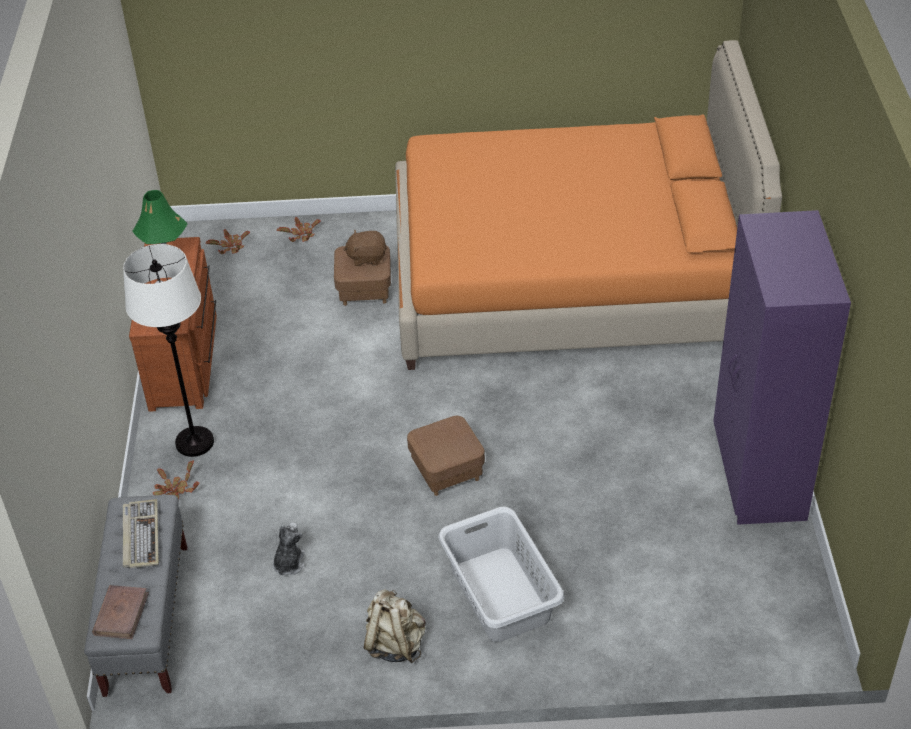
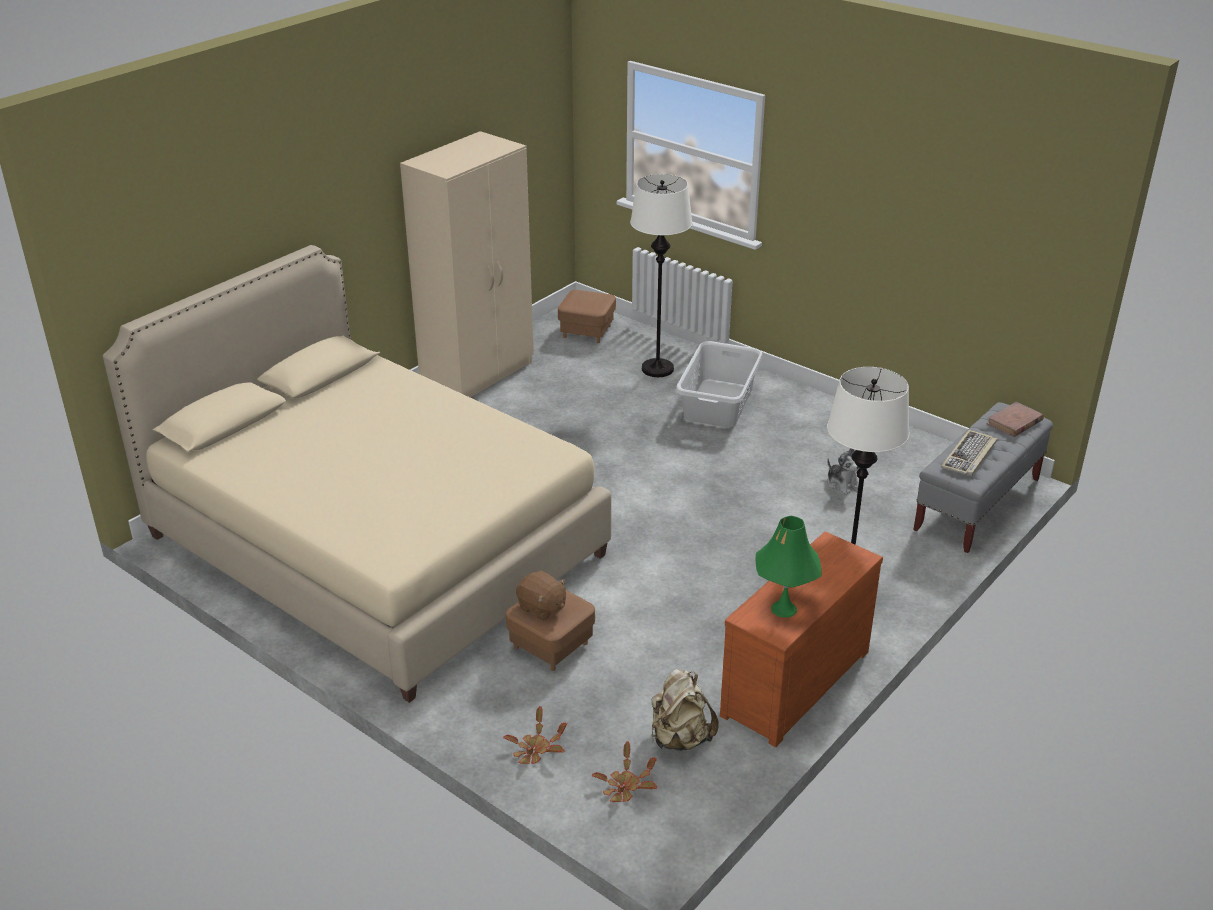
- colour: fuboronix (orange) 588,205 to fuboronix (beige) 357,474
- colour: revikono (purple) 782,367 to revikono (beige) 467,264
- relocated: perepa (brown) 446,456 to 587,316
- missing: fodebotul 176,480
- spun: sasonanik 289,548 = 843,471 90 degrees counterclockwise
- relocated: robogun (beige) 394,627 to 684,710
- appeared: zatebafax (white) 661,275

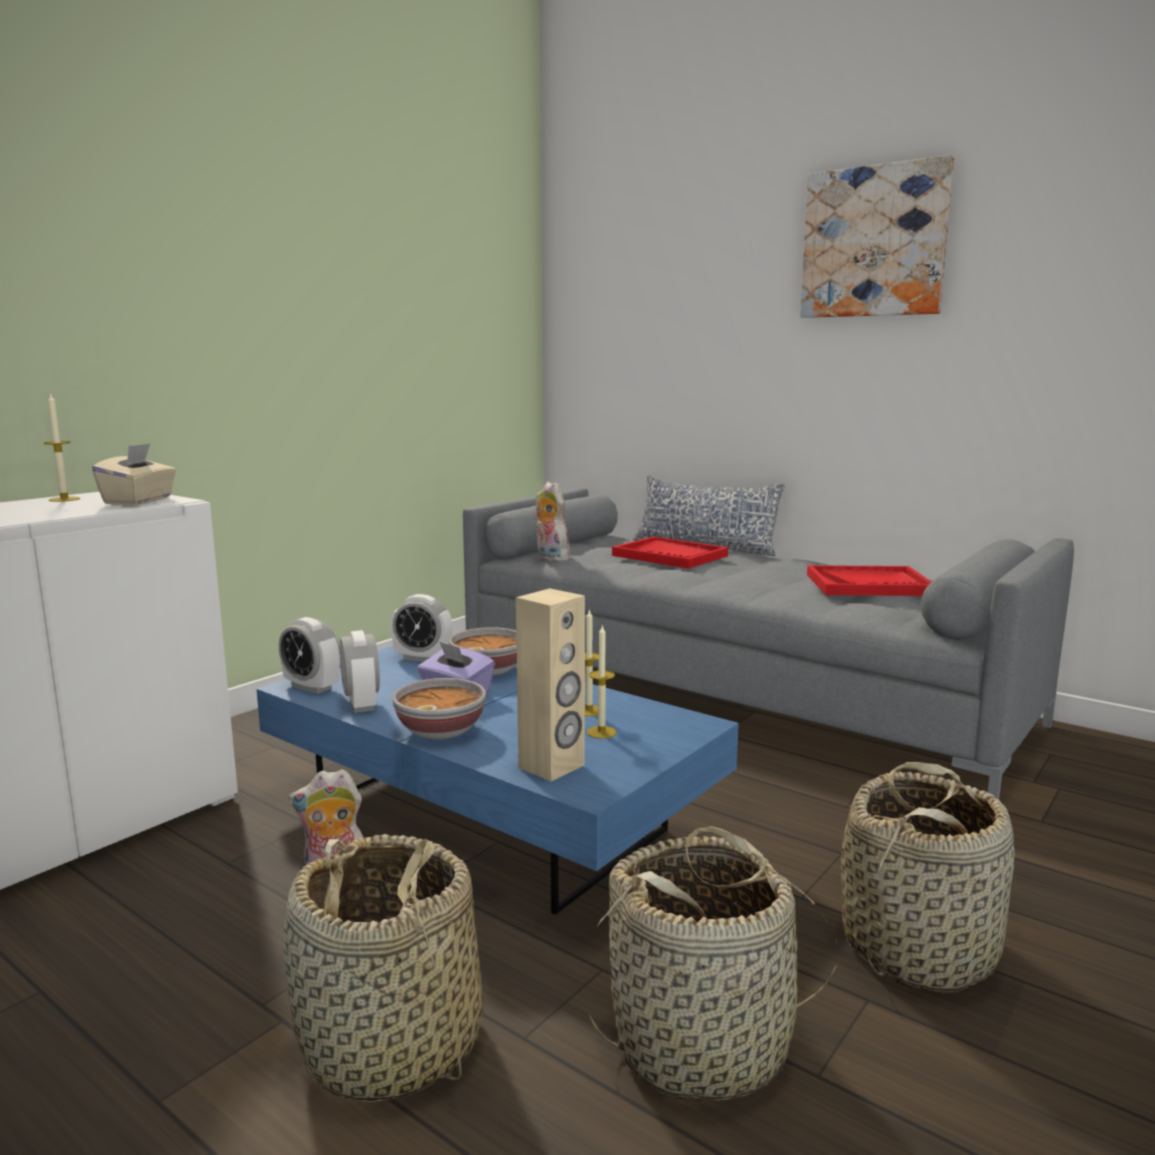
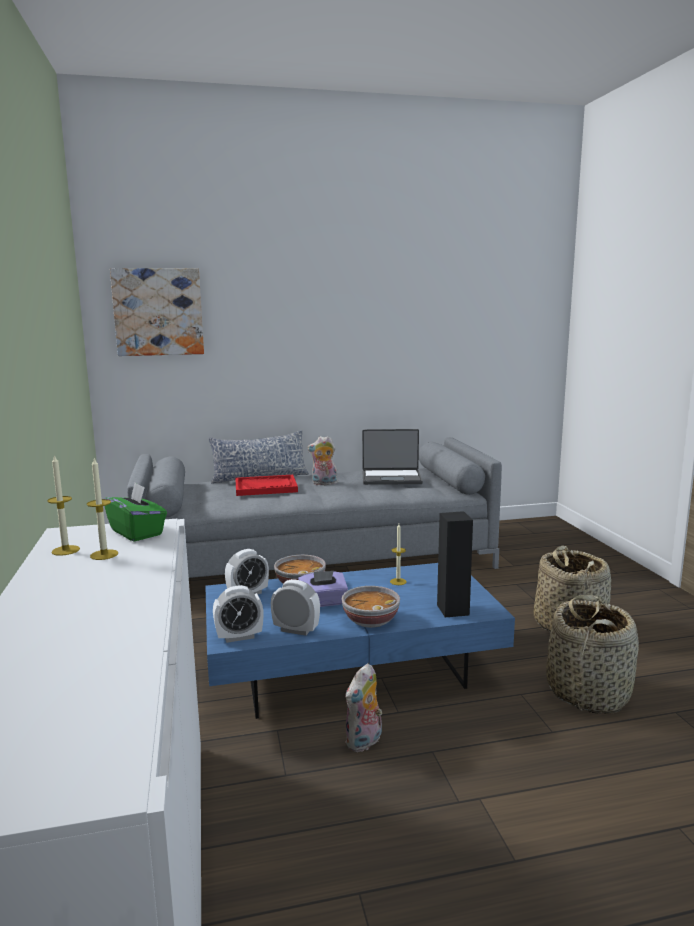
- relocated: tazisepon 877,236 to 157,312
- colour: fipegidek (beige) 134,474 to fipegidek (green) 135,512
- relocated: sasonanik 552,522 to 322,460
- exchanged: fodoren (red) 869,580 to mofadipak 392,457
- colour: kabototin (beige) 550,684 to kabototin (black) 455,564
- relocated: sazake 602,682 to 102,509
- missing: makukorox 383,968

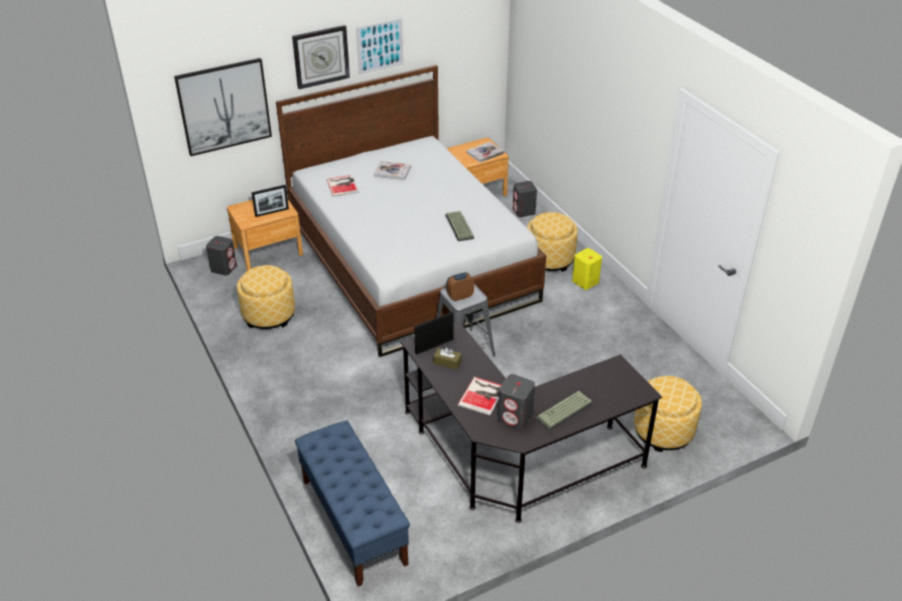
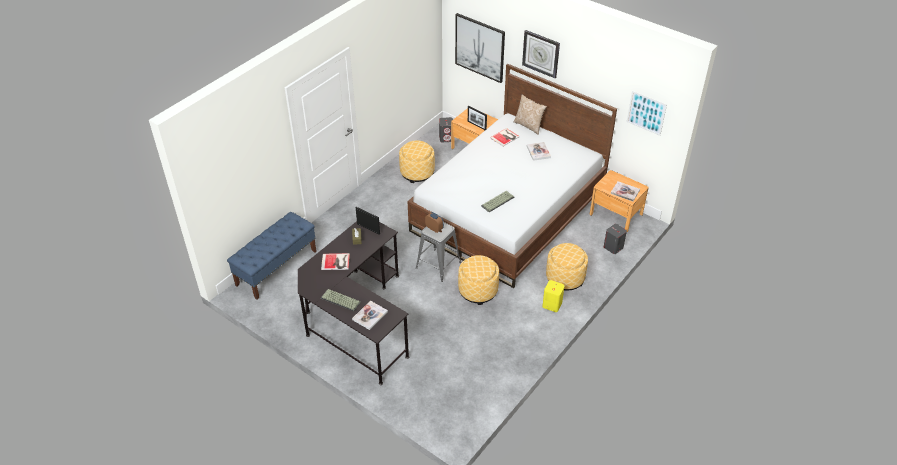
- relocated: tazisepon 380,46 to 647,113
- missing: kabototin (grey) 516,402
- relocated: perepa 668,414 to 478,280
- appeared: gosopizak 530,114
- appeared: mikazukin 370,315

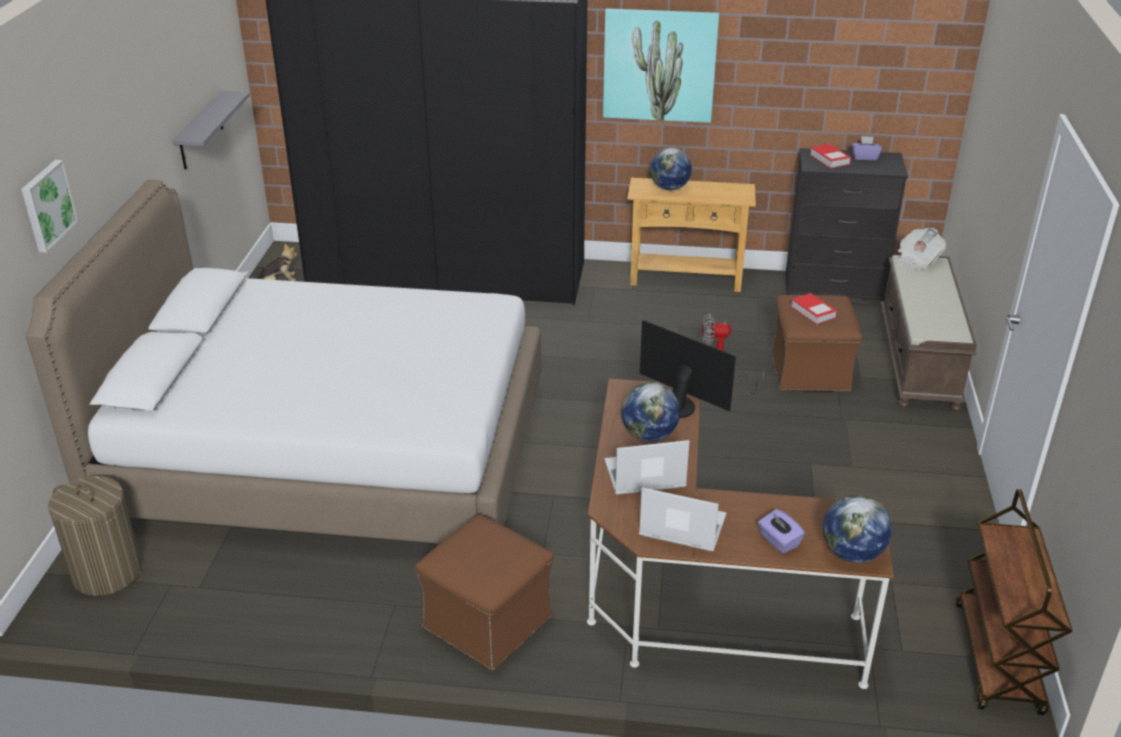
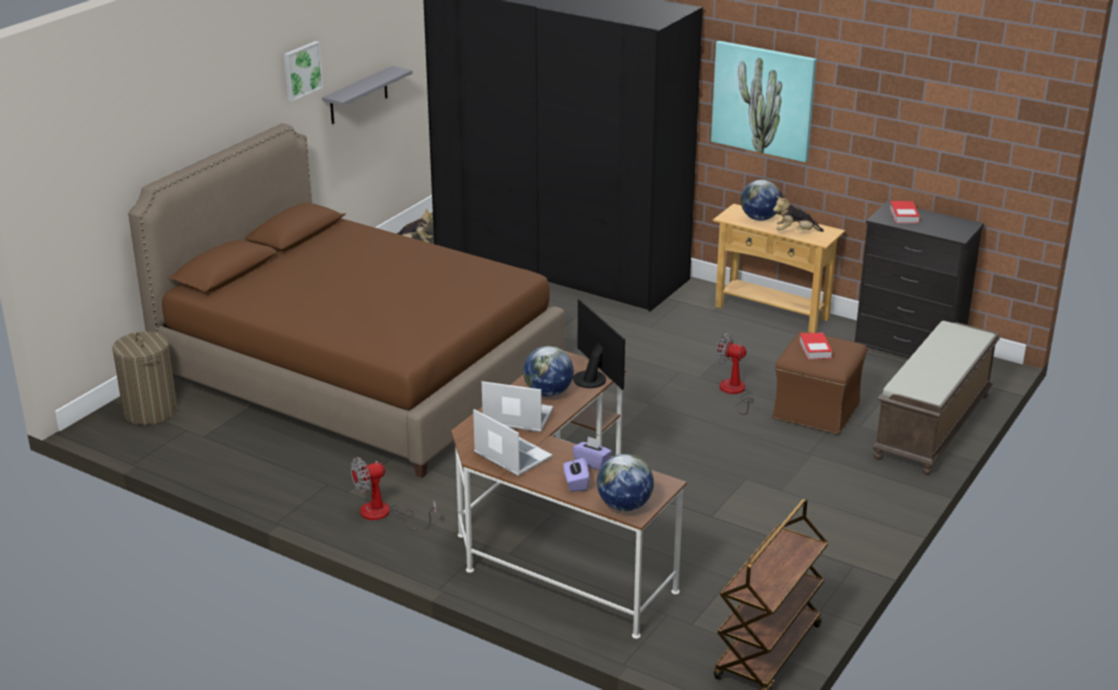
- relocated: fipegidek (purple) 867,148 to 592,453
- relocated: tazisepon 49,206 to 303,71
- colour: fuboronix (white) 283,362 to fuboronix (brown) 346,300
- missing: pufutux 922,248
- exchanged: perepa (brown) 484,592 to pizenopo 394,493
- appeared: sasonanik 798,213

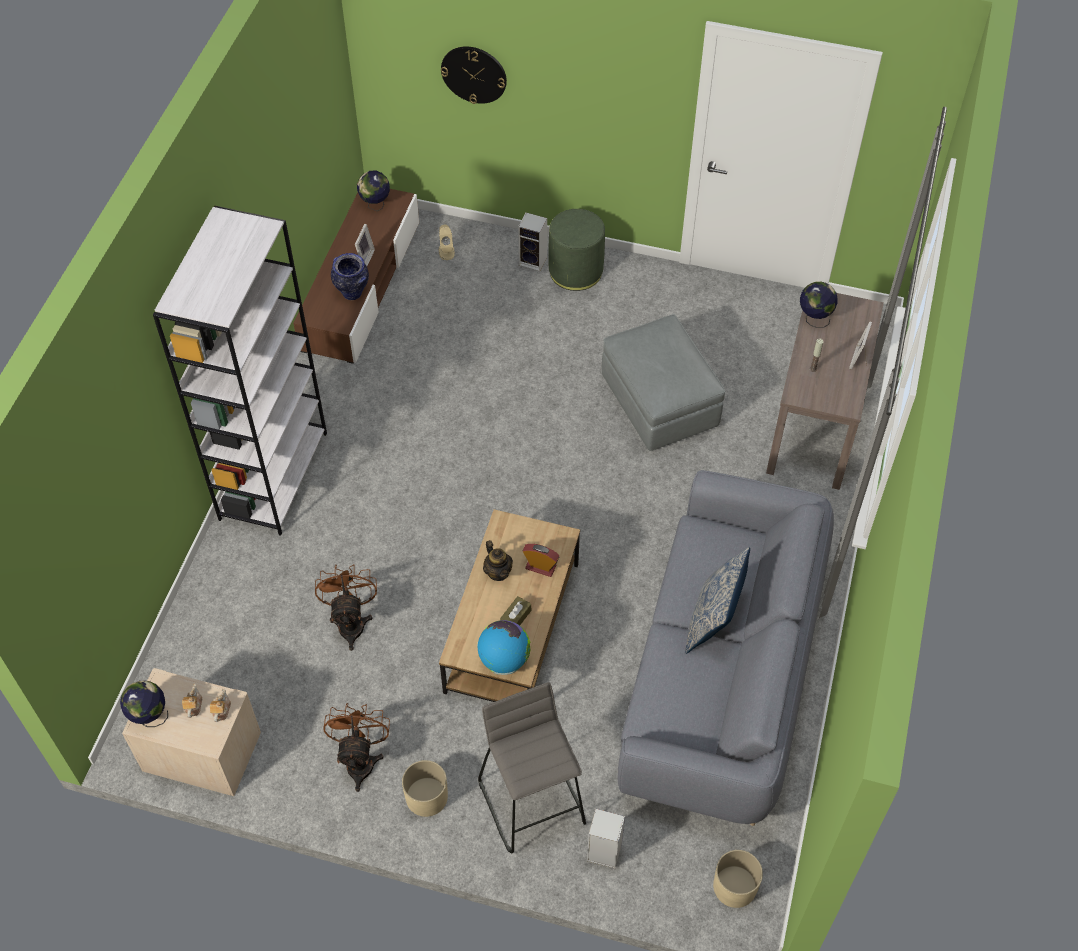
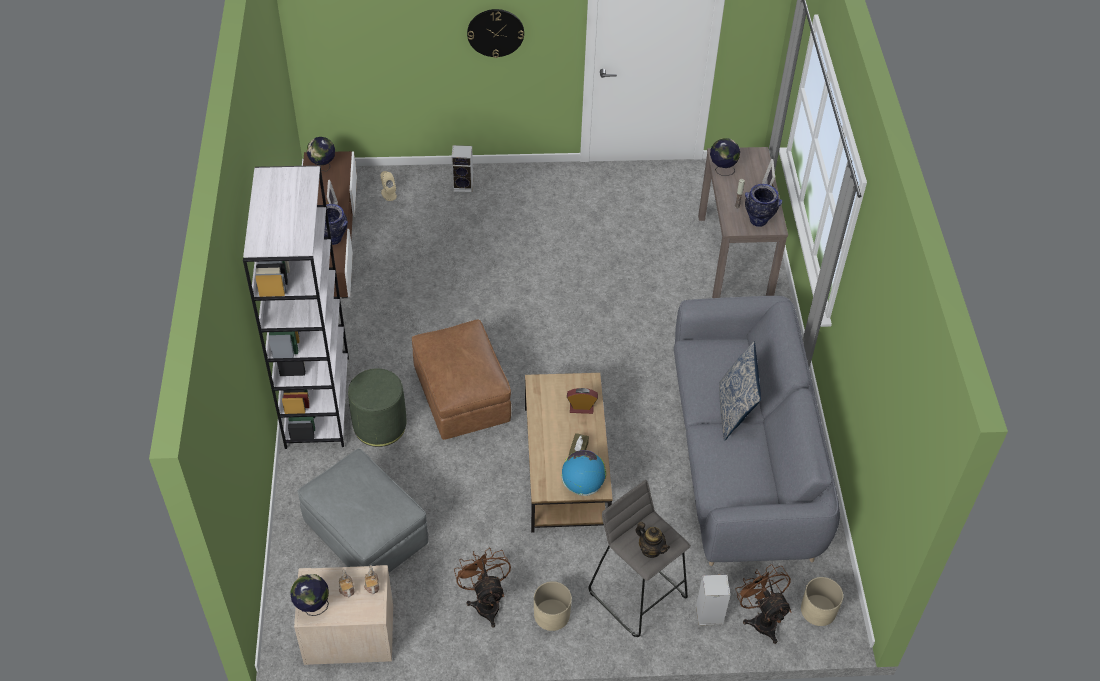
- relocated: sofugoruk 474,75 to 495,33
- relocated: perepa (green) 576,250 to 377,407
- relocated: perepa (grey) 663,382 to 363,510
- relocated: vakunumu 498,560 to 652,540
- relocated: pizenopo (brown) 346,607 to 763,604
- appeared: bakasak 763,205
- appeared: perepa (brown) 461,380

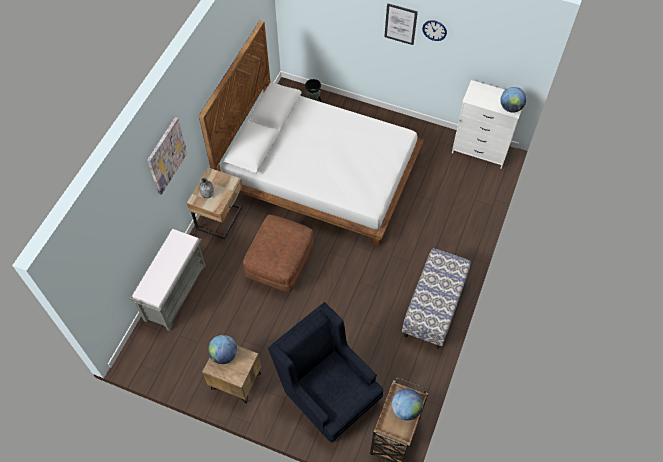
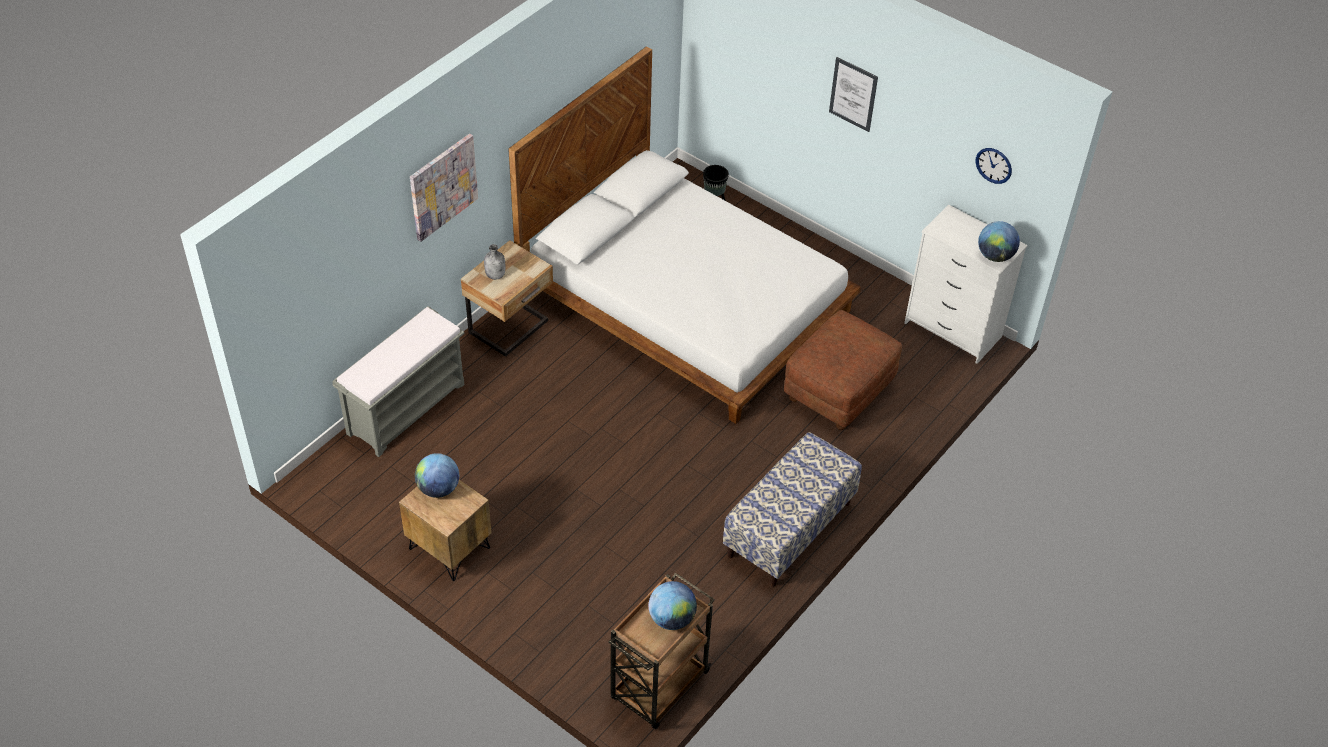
- relocated: sofugoruk 434,30 to 993,166
- relocated: perepa (brown) 278,253 to 843,370
- missing: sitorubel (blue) 326,372

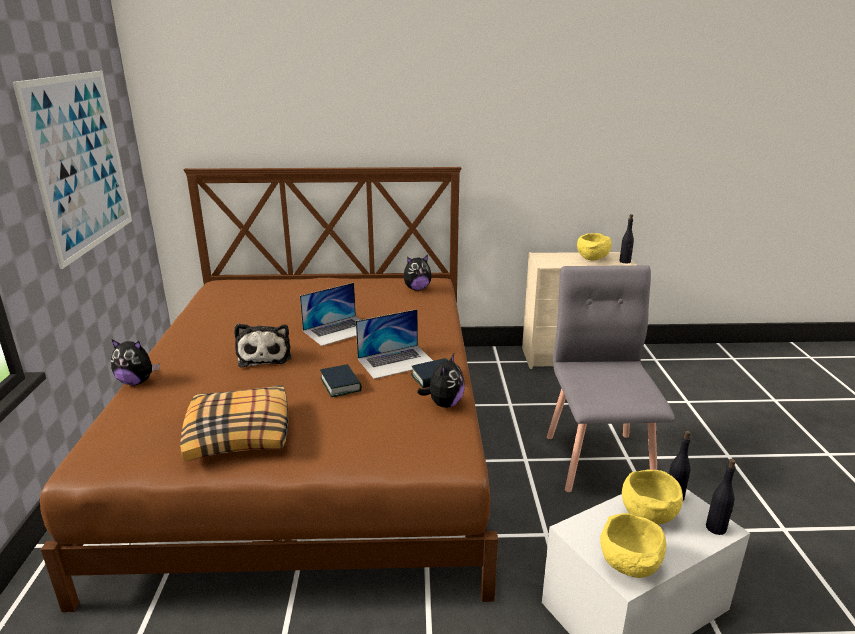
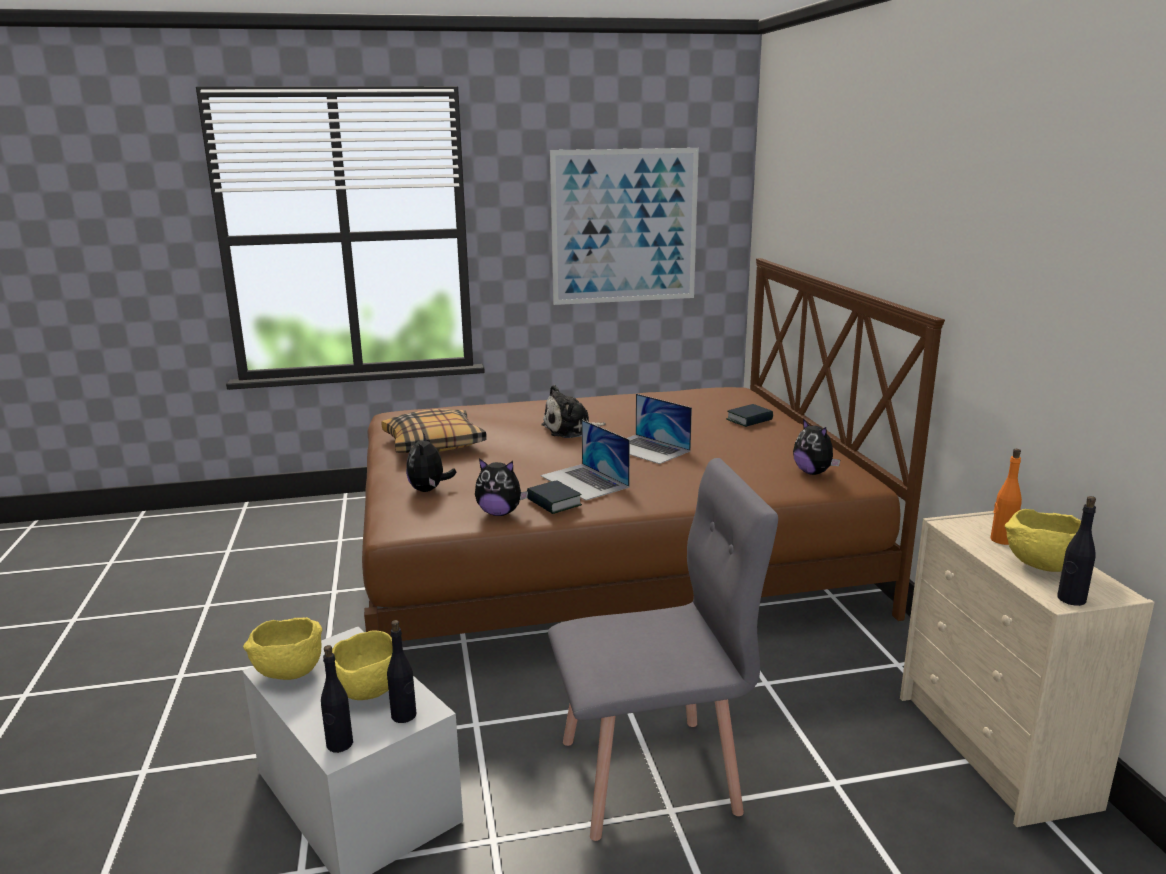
- relocated: sasonanik 135,362 to 431,462
- relocated: mikazukin 341,380 to 749,415
- appeared: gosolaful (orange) 1006,497

